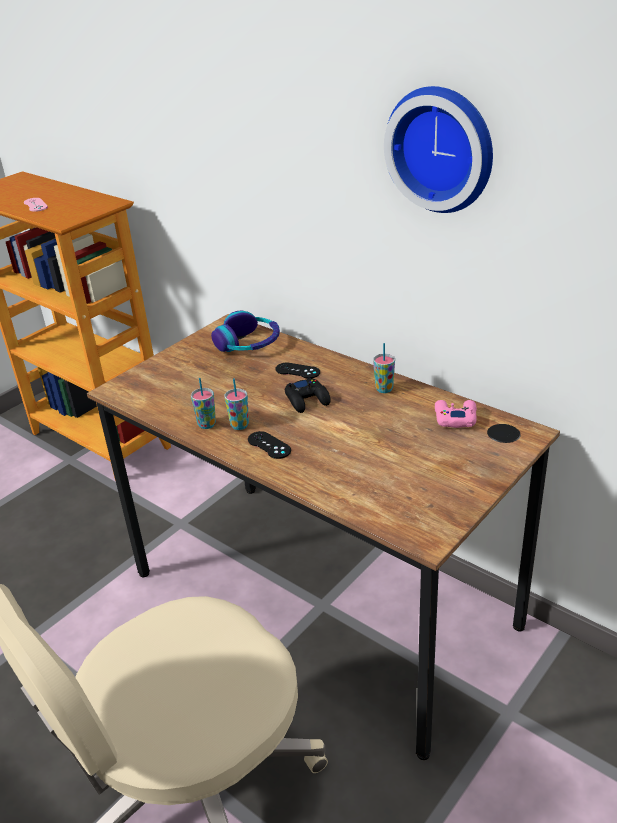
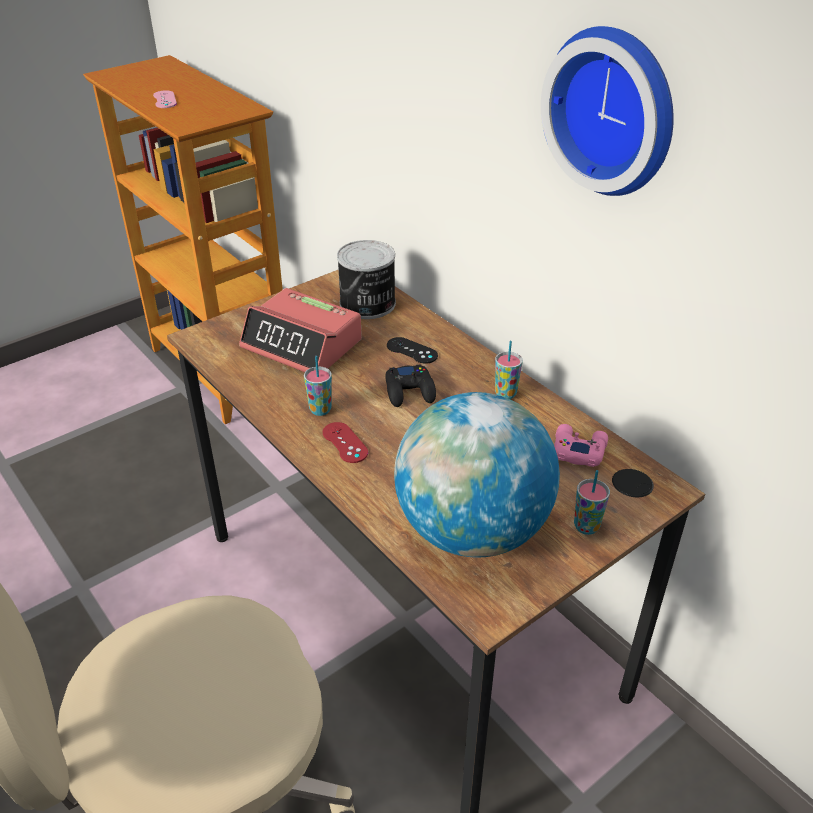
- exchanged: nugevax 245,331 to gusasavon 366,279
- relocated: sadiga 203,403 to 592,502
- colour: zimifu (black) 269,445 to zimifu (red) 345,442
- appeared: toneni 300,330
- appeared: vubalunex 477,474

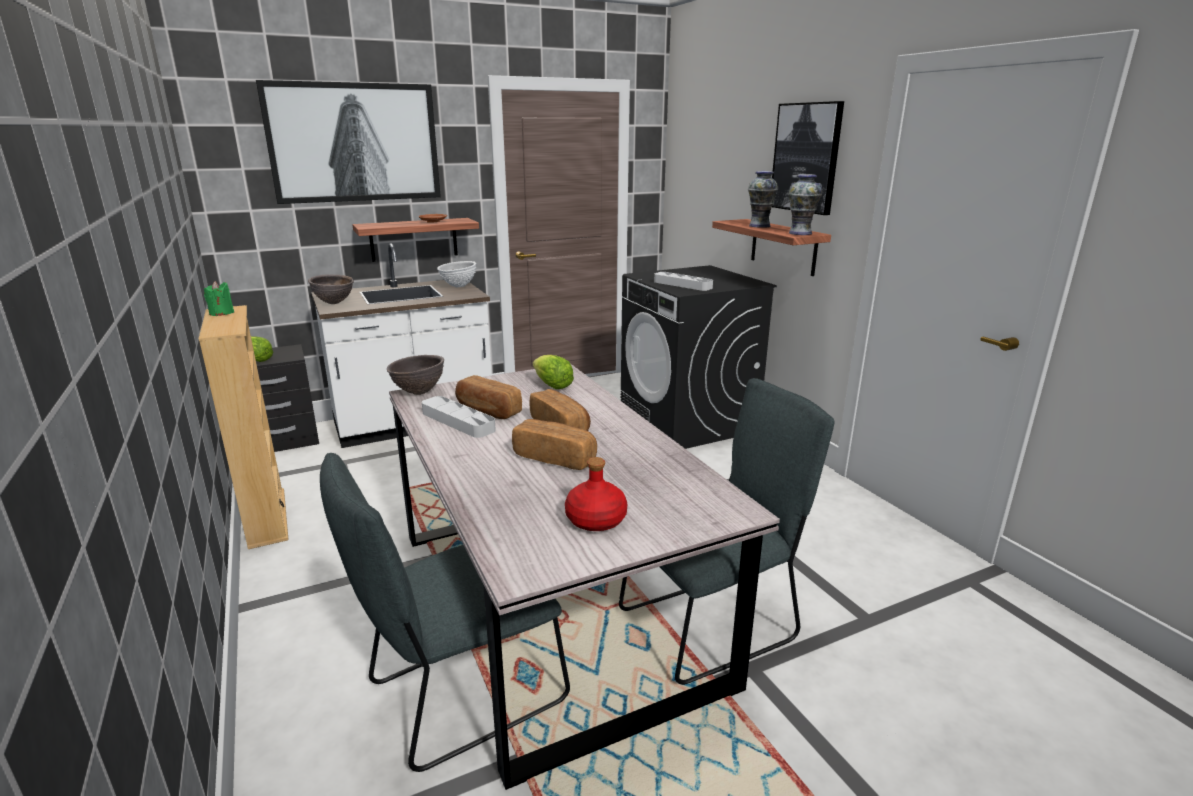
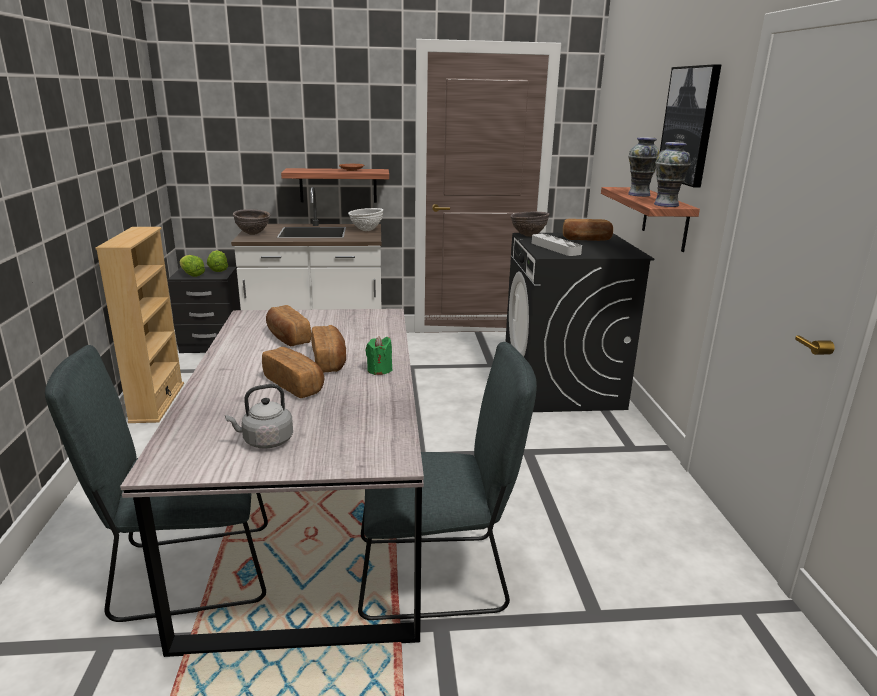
- missing: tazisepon 348,142
- relocated: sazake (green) 219,298 to 379,355
- relocated: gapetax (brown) 415,375 to 530,224
- relocated: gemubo 553,372 to 217,261
- missing: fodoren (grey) 459,417
- exchanged: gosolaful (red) 596,494 to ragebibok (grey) 259,416
- appeared: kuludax 588,230

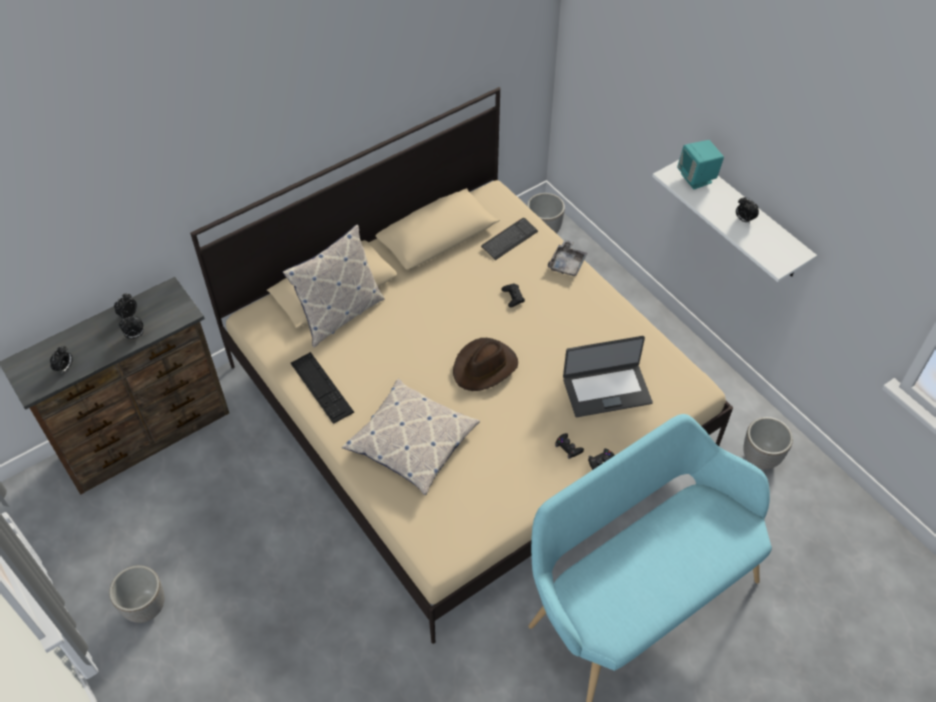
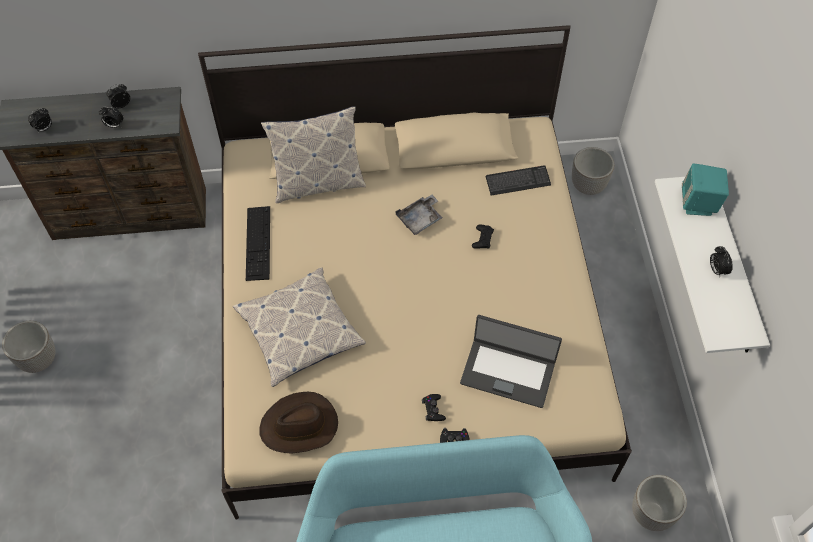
- relocated: fodoren (grey) 568,258 to 419,215
- relocated: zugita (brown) 485,364 to 298,423

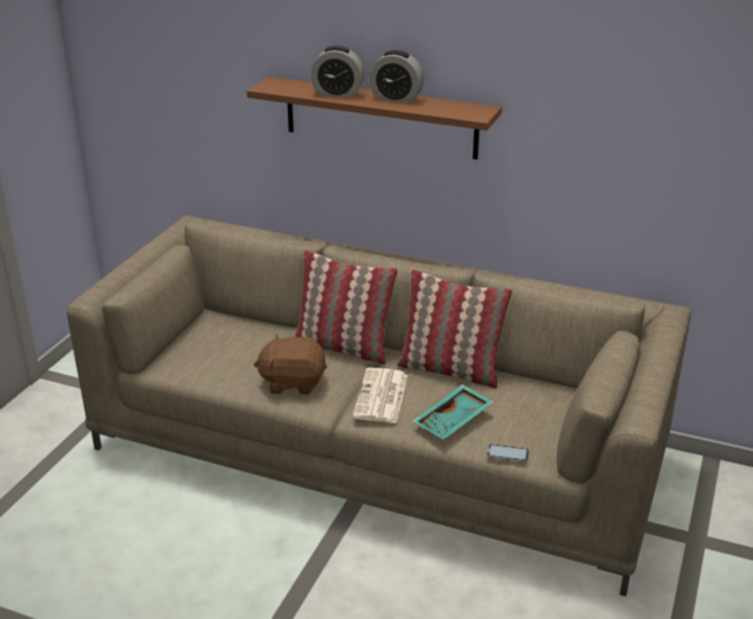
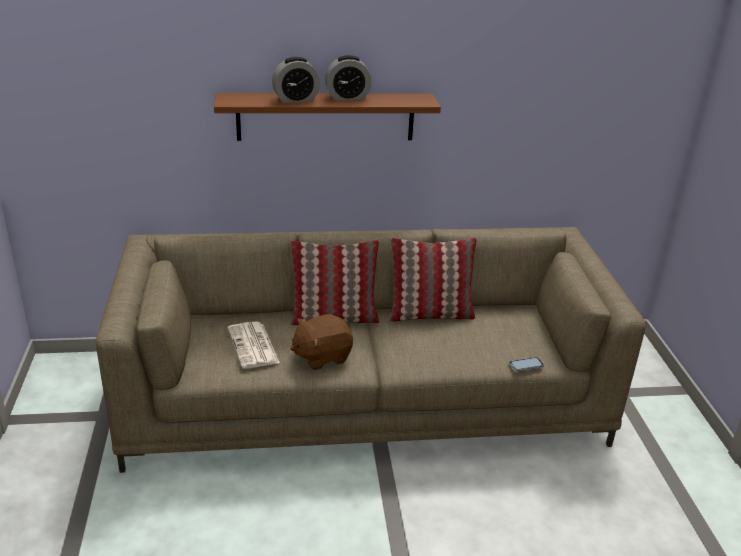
- relocated: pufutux 380,395 to 254,345
- missing: fodoren (turquoise) 453,412

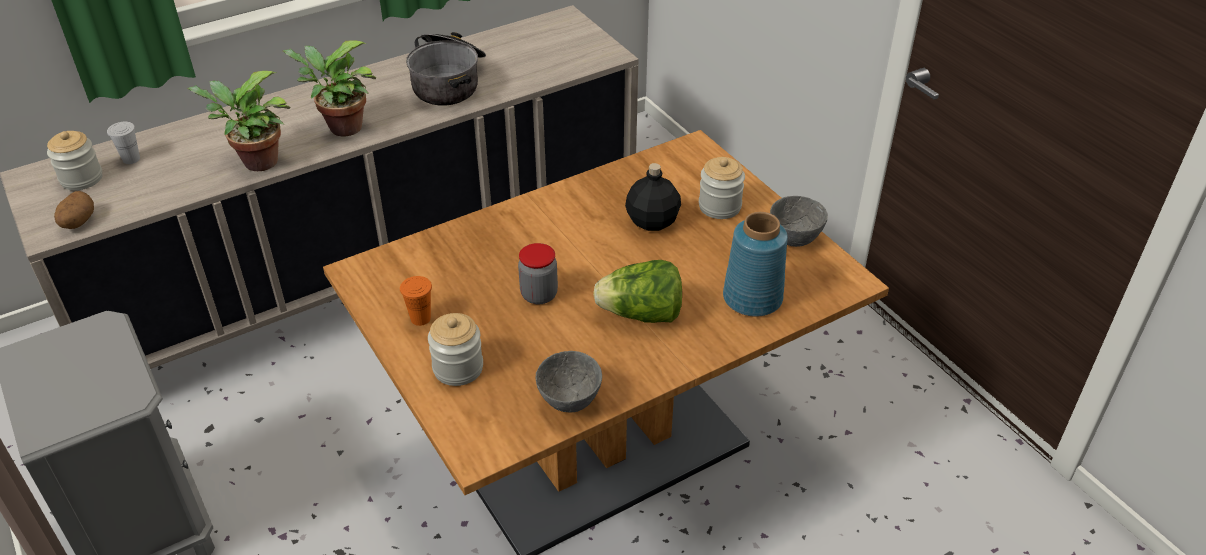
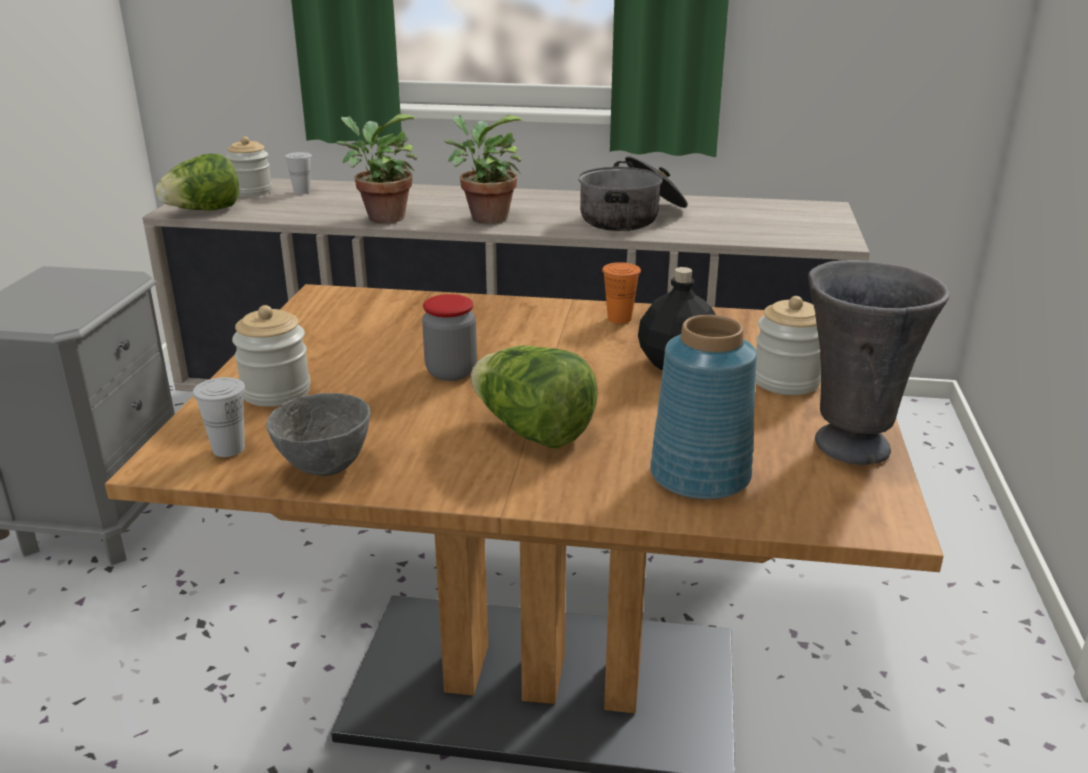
- exchanged: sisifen 74,210 to gemubo 198,182
- exchanged: gapetax (grey) 799,221 to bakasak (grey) 879,362
- relocated: sadiga (orange) 416,301 to 621,293
- appeared: sadiga (white) 219,417

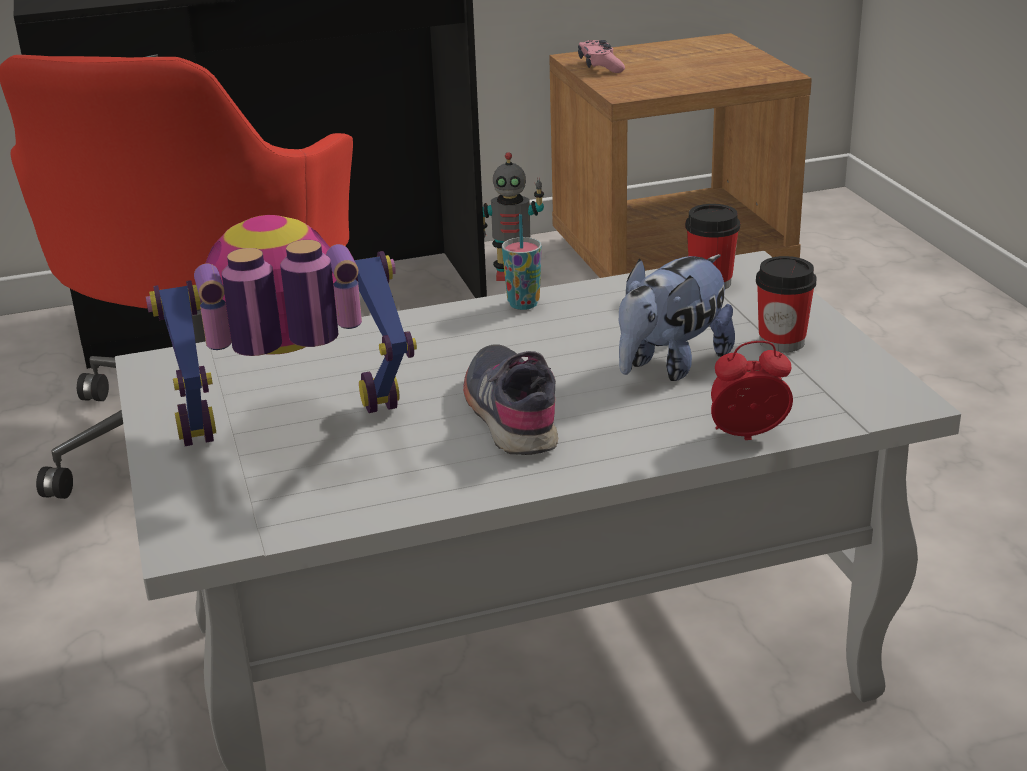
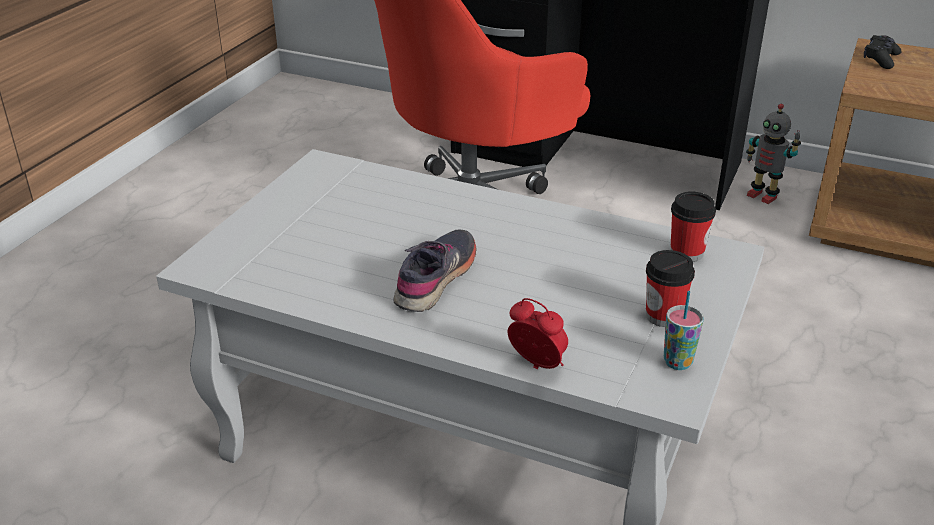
- colour: zimifu (pink) 601,56 to zimifu (black) 883,52
- relocated: sadiga 522,262 to 684,330
- missing: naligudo 281,330
- missing: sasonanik 677,317

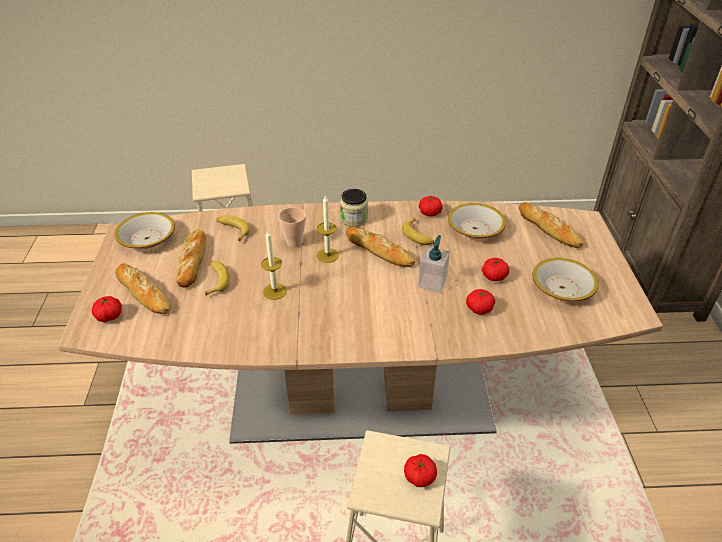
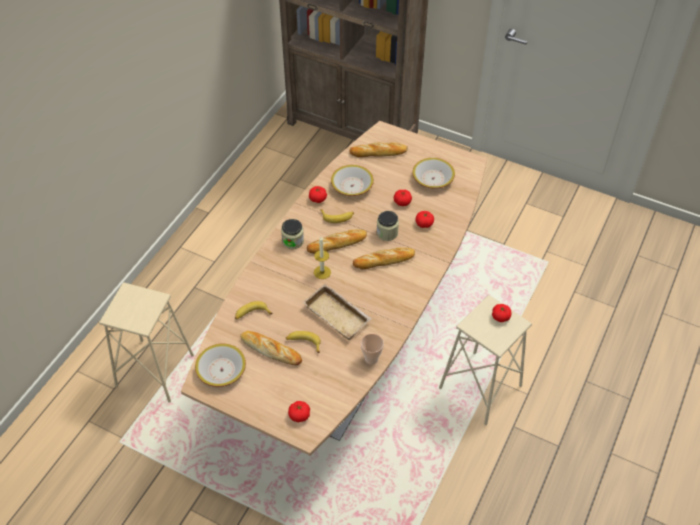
- relocated: sadiga 292,227 to 372,349
- exchanged: sazake 274,265 to fodoren (beige) 337,312
- exchanged: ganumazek 434,264 to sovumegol 387,226
- relocated: kuludax 143,288 to 384,258

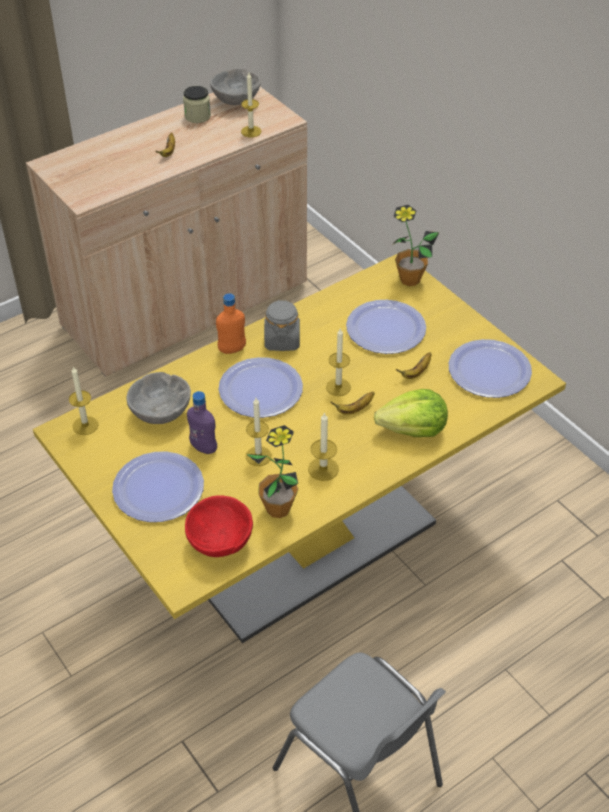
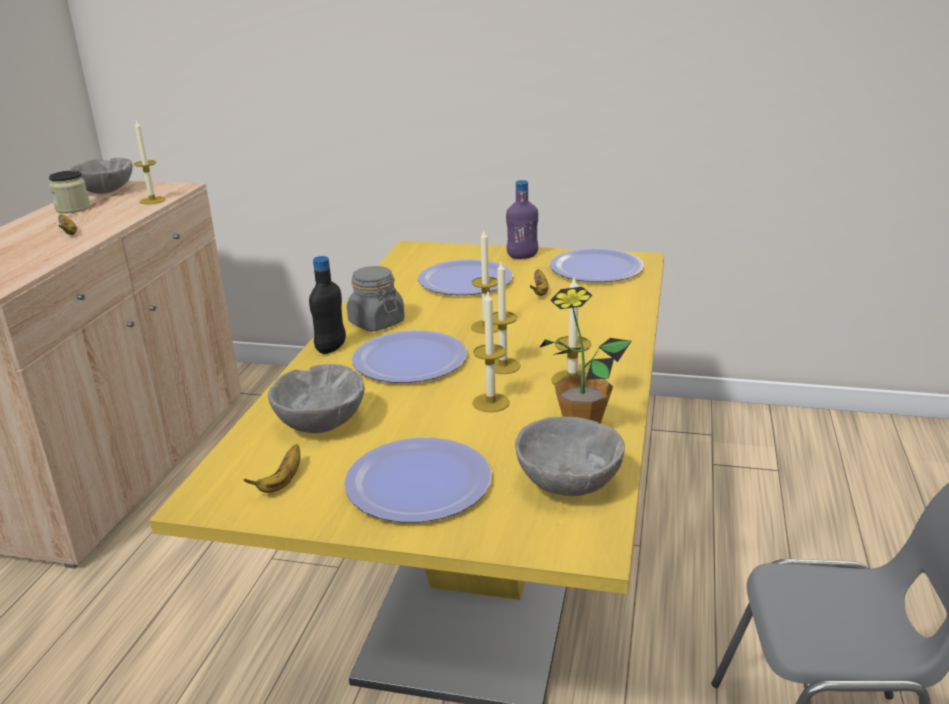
- missing: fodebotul 415,245
- colour: gosolaful (orange) 231,323 to gosolaful (black) 327,305
- relocated: sazake 83,400 to 507,318
- missing: gemubo 411,413
- relocated: gosolaful (purple) 202,422 to 522,219
- relocated: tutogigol 353,403 to 272,468
- colour: gapetax (red) 219,526 to gapetax (grey) 570,456

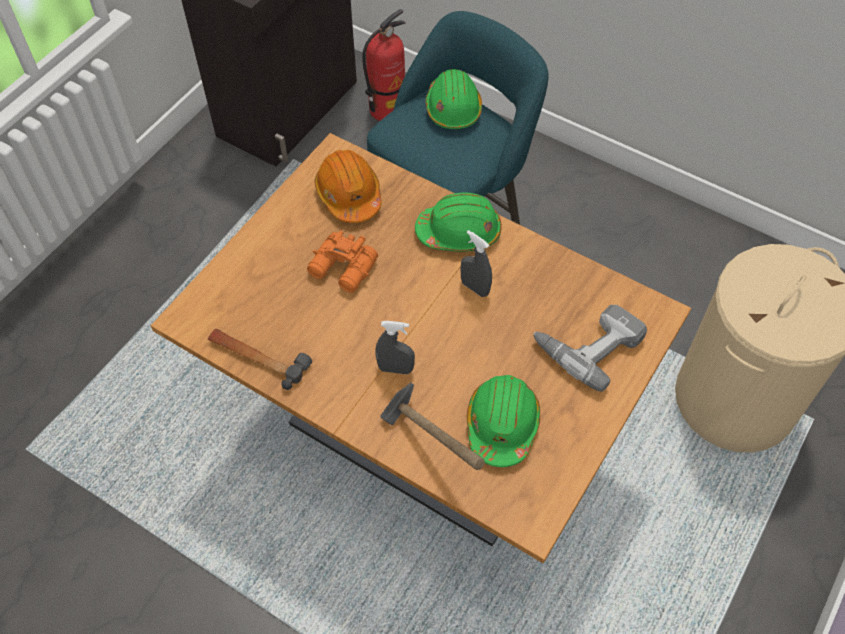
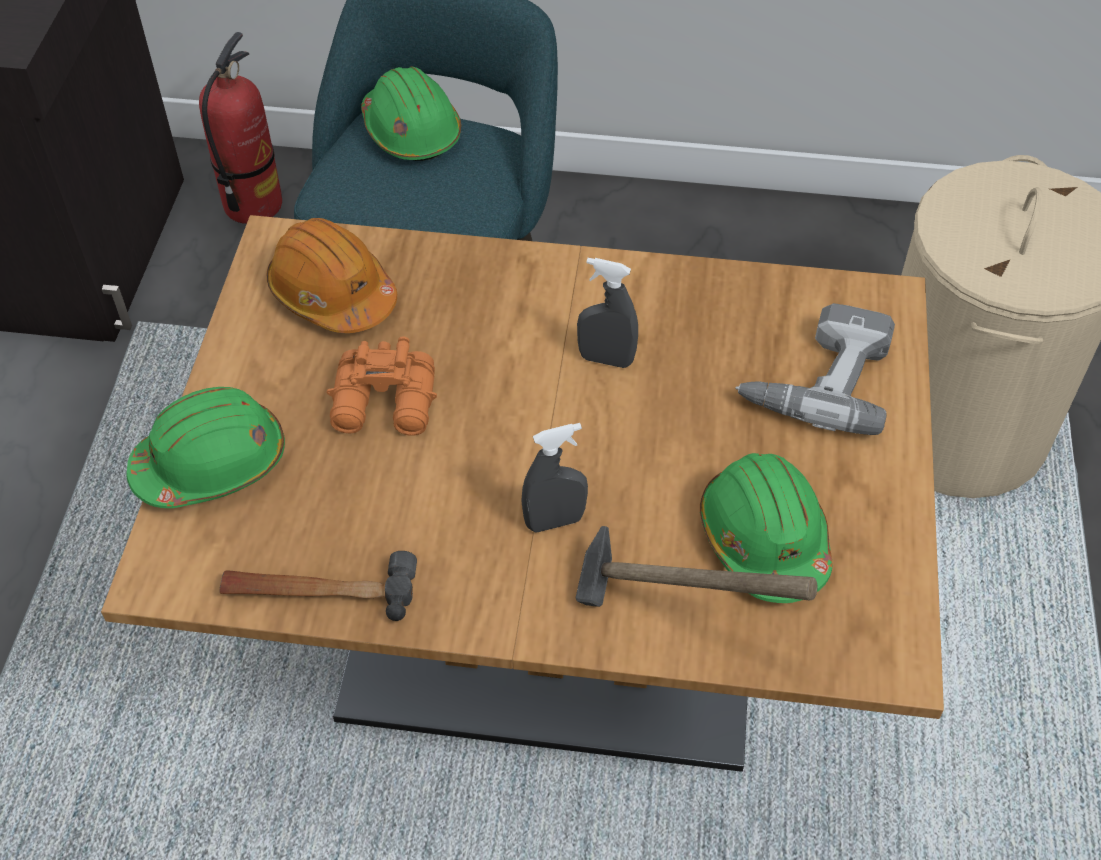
- relocated: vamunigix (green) 458,222 to 206,447

